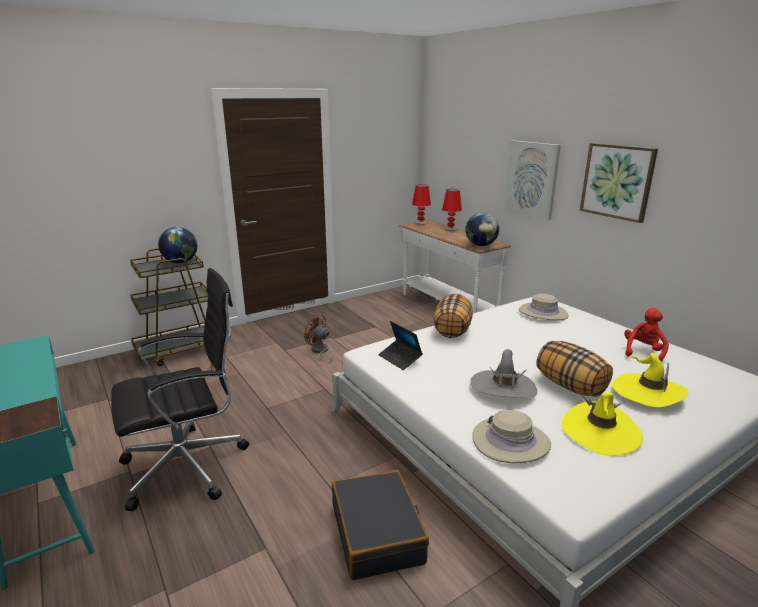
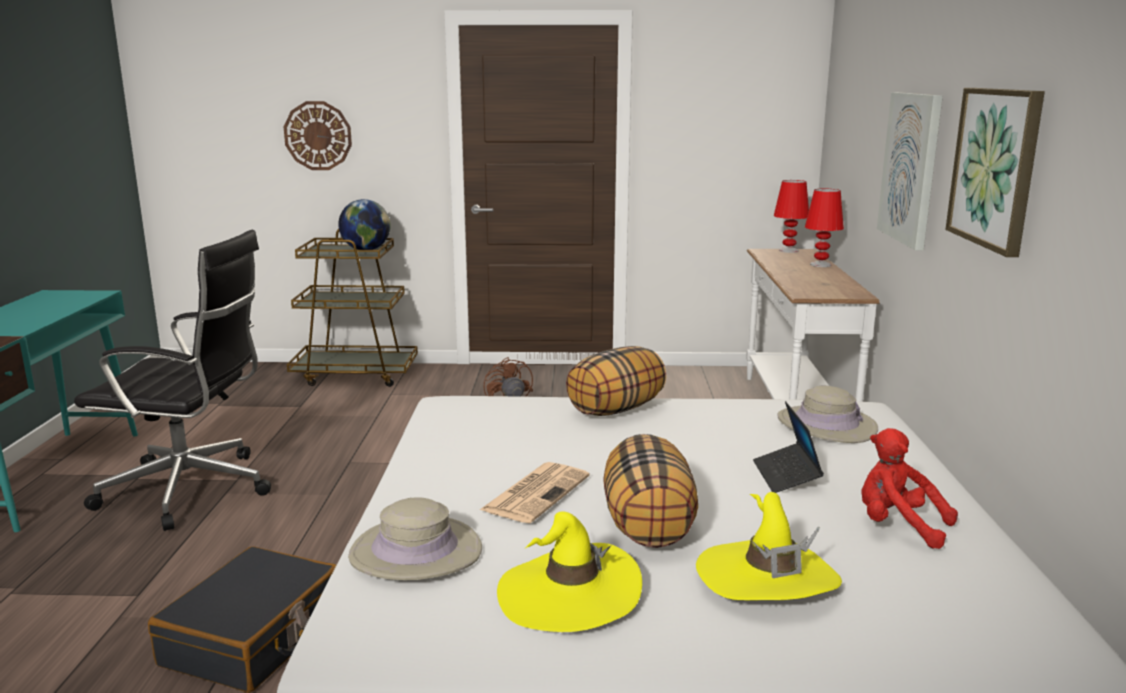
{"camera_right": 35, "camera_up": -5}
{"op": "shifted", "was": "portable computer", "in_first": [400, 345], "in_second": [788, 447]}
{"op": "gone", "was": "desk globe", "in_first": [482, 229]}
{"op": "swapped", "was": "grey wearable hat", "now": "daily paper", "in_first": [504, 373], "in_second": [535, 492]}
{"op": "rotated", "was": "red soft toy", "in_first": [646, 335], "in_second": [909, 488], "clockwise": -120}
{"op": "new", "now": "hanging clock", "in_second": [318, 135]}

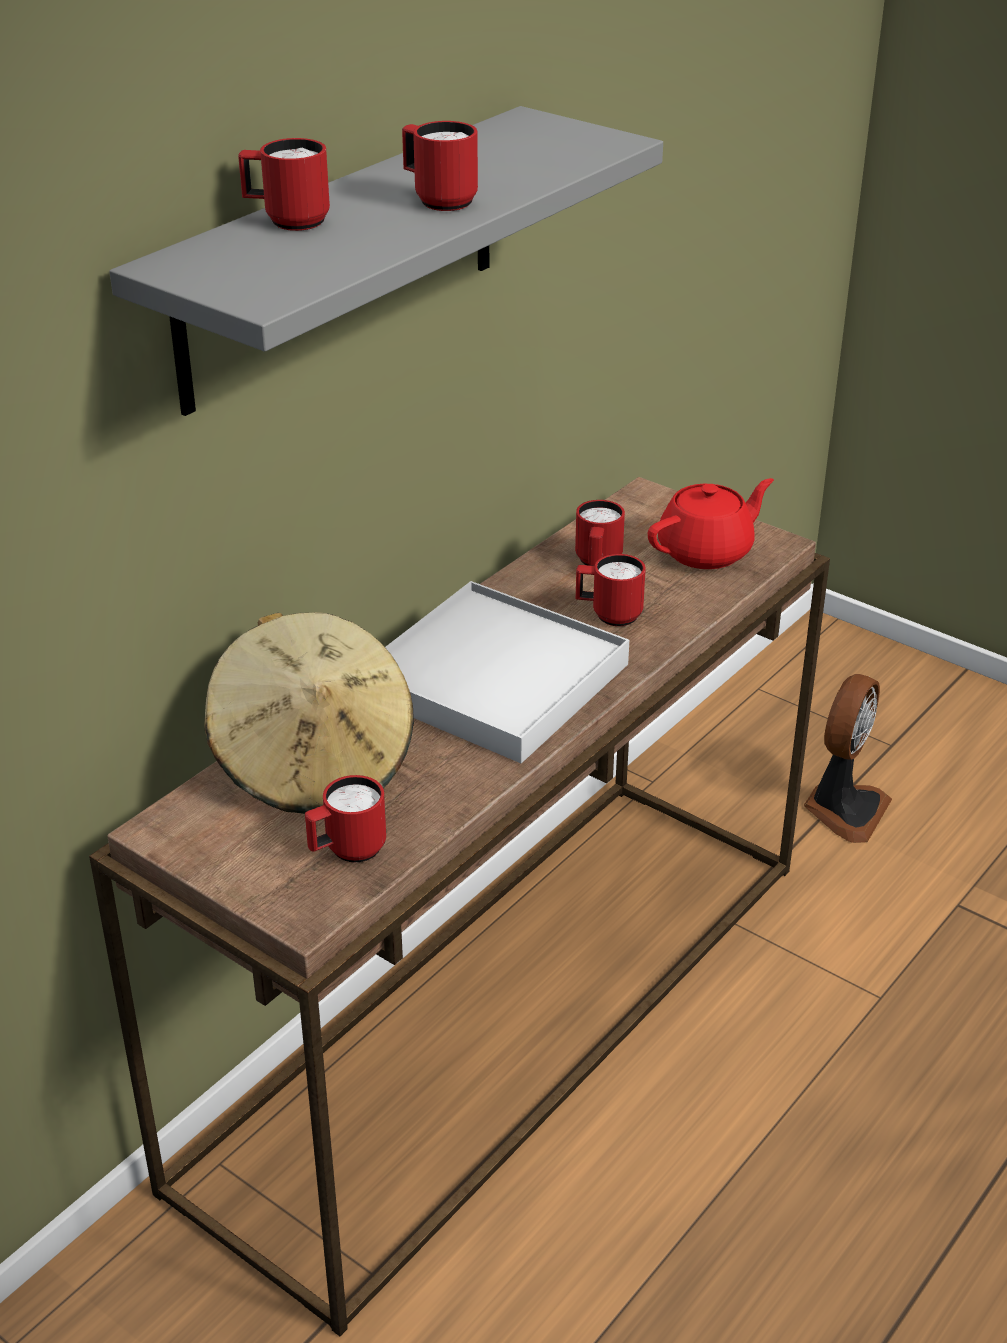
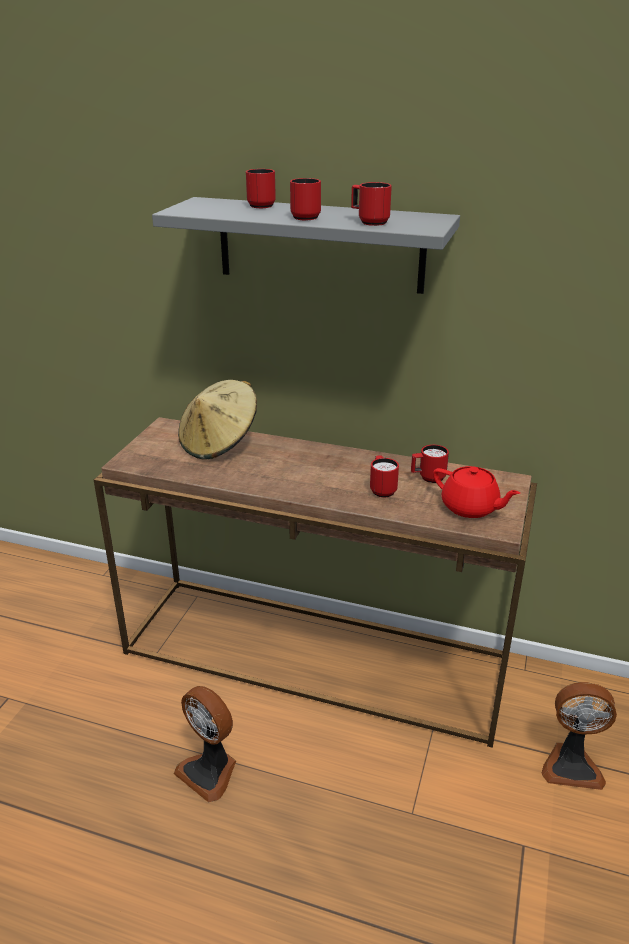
{"camera_right": 70, "camera_up": -5}
{"op": "shifted", "was": "red tea mug", "in_first": [345, 818], "in_second": [371, 204]}
{"op": "gone", "was": "white-coloured tray", "in_first": [507, 672]}
{"op": "new", "now": "electric fan", "in_second": [205, 744]}

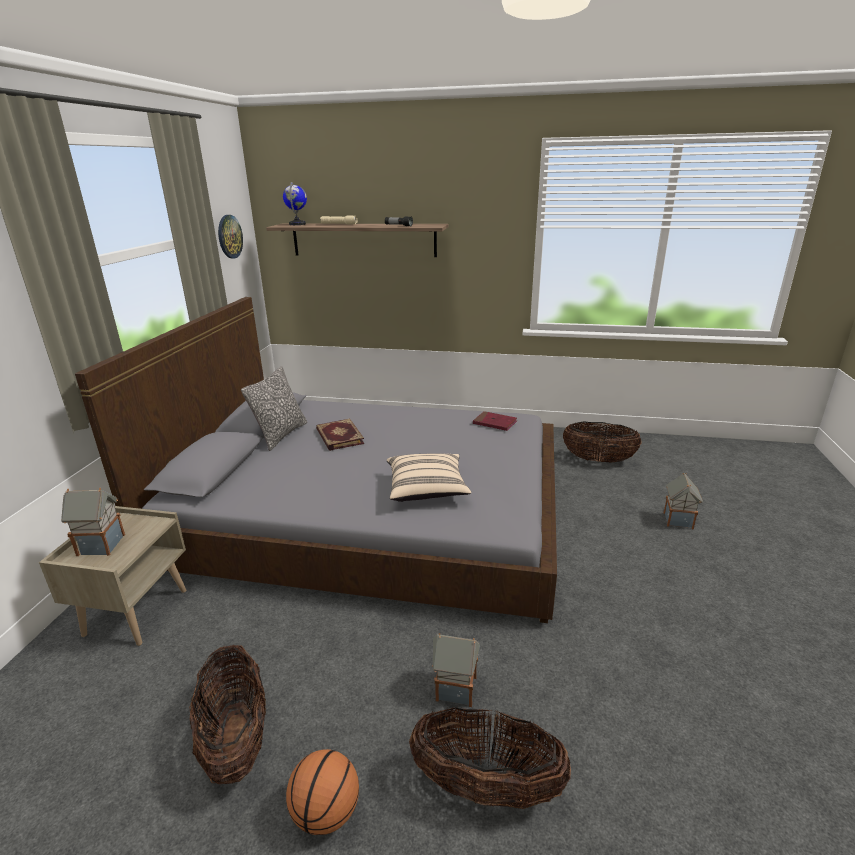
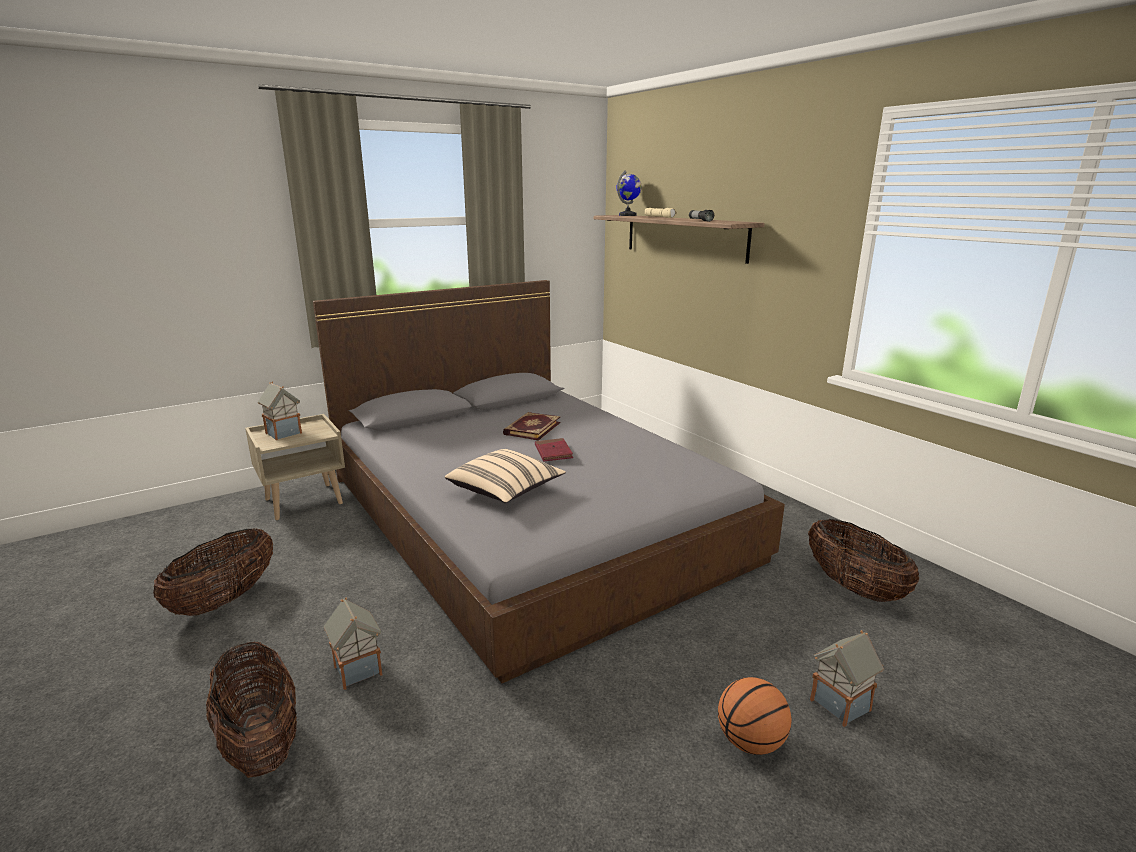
{"camera_right": 45, "camera_up": -5}
{"op": "gone", "was": "hanging clock", "in_first": [230, 236]}
{"op": "gone", "was": "cushion", "in_first": [274, 408]}
{"op": "shifted", "was": "basketball ball", "in_first": [322, 792], "in_second": [755, 716]}
{"op": "shifted", "was": "red volume", "in_first": [495, 421], "in_second": [554, 450]}

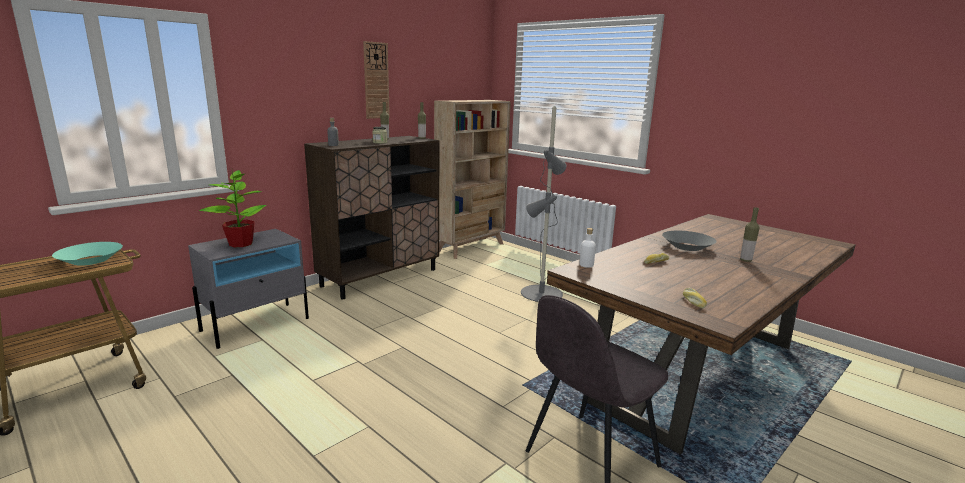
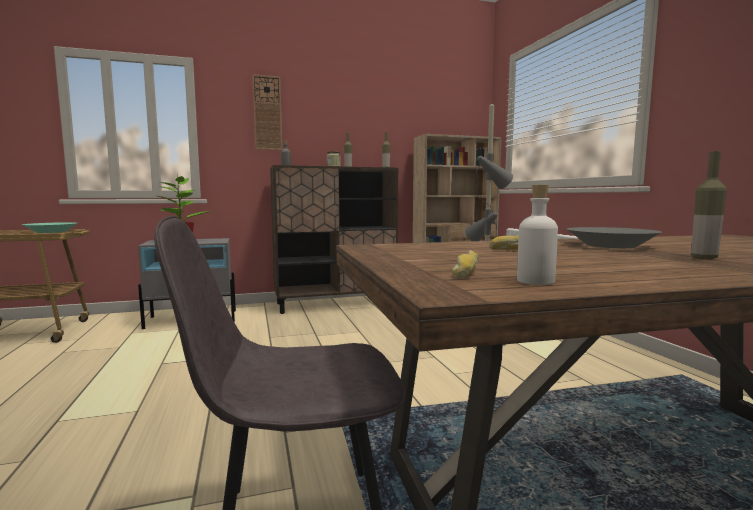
{"camera_right": 30, "camera_up": -10}
{"op": "shifted", "was": "hanging clock", "in_first": [376, 80], "in_second": [267, 112]}
{"op": "shifted", "was": "white-coloured drink bottle", "in_first": [587, 248], "in_second": [537, 234]}

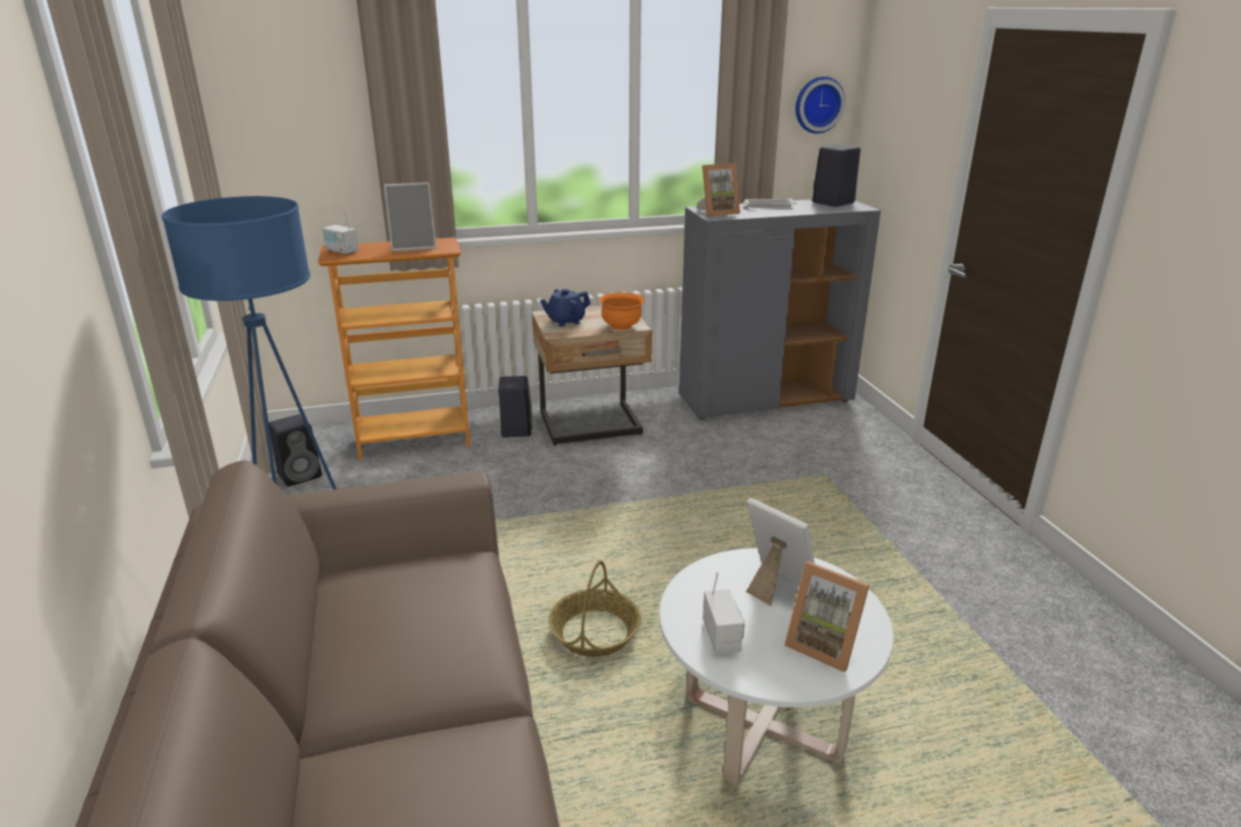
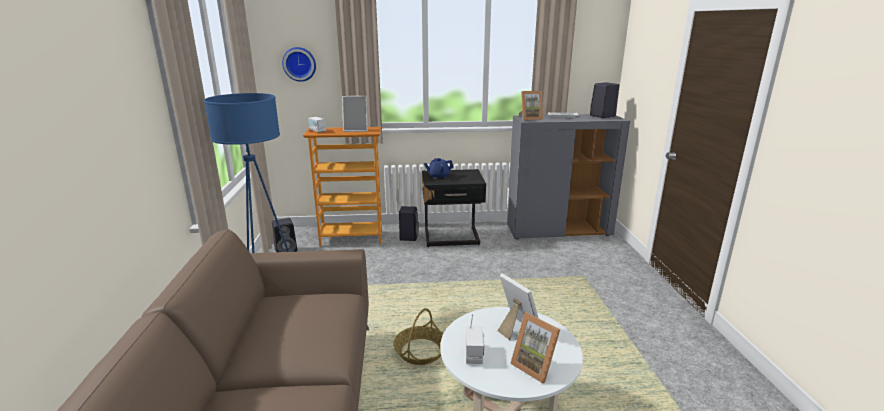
{"camera_right": 10, "camera_up": -5}
{"op": "repainted", "was": "sand-coloured nightstand", "now": "black-coloured nightstand", "in_first": [592, 376], "in_second": [454, 208]}
{"op": "gone", "was": "orange serving bowl", "in_first": [622, 311]}
{"op": "shifted", "was": "hanging clock", "in_first": [820, 105], "in_second": [299, 64]}

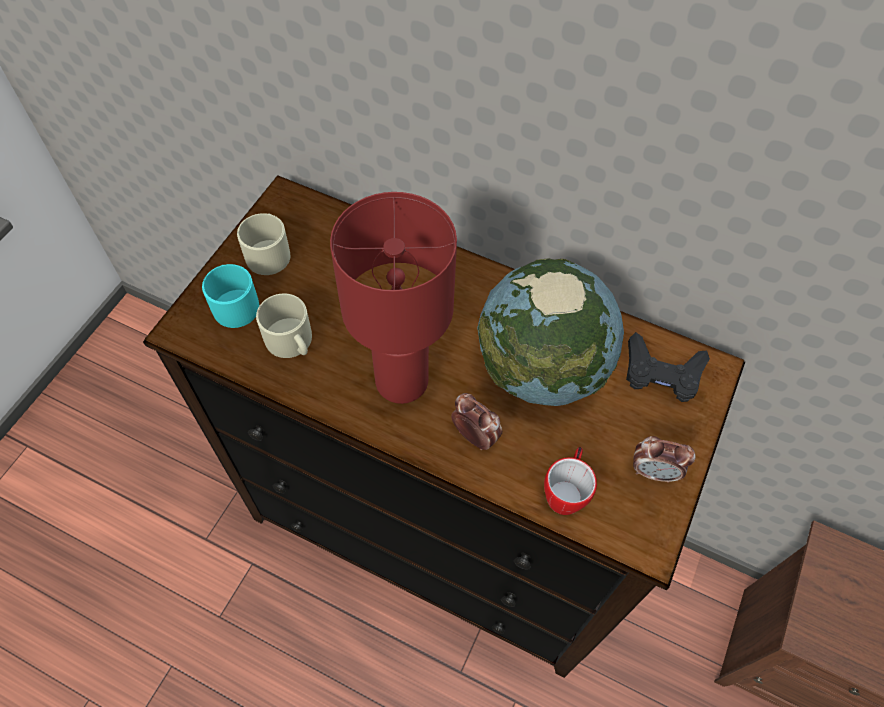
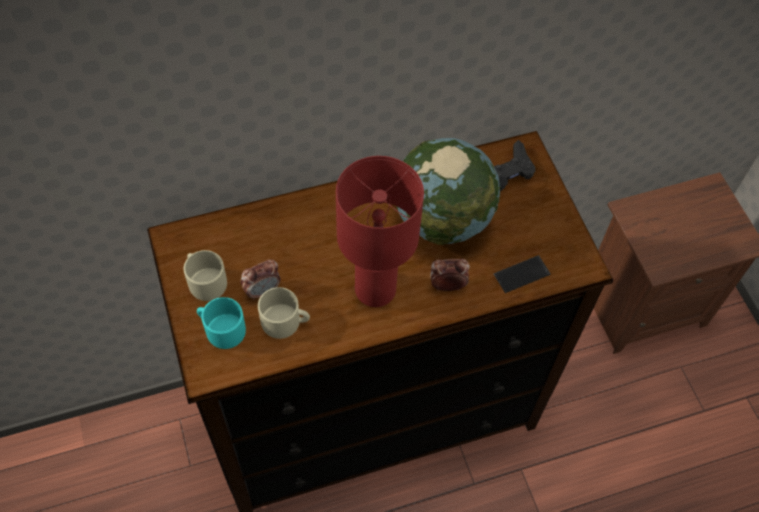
{"camera_right": -45, "camera_up": 0}
{"op": "swapped", "was": "tea mug", "now": "telephone", "in_first": [570, 481], "in_second": [522, 274]}
{"op": "shifted", "was": "alarm clock", "in_first": [664, 459], "in_second": [260, 279]}

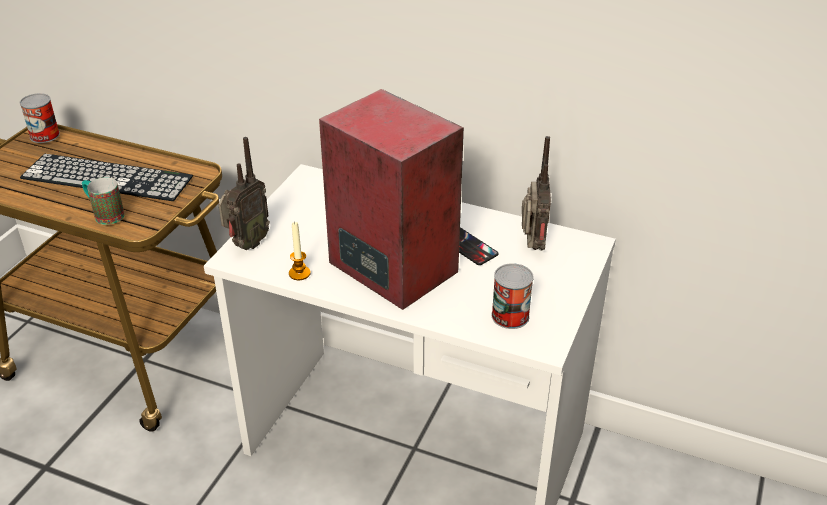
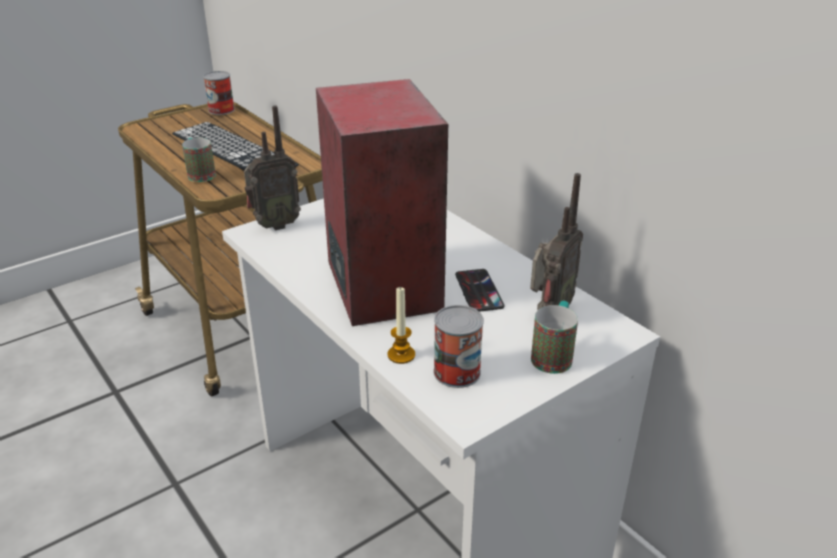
{"camera_right": 30, "camera_up": -5}
{"op": "shifted", "was": "wax light", "in_first": [300, 250], "in_second": [401, 325]}
{"op": "new", "now": "tea mug", "in_second": [554, 337]}

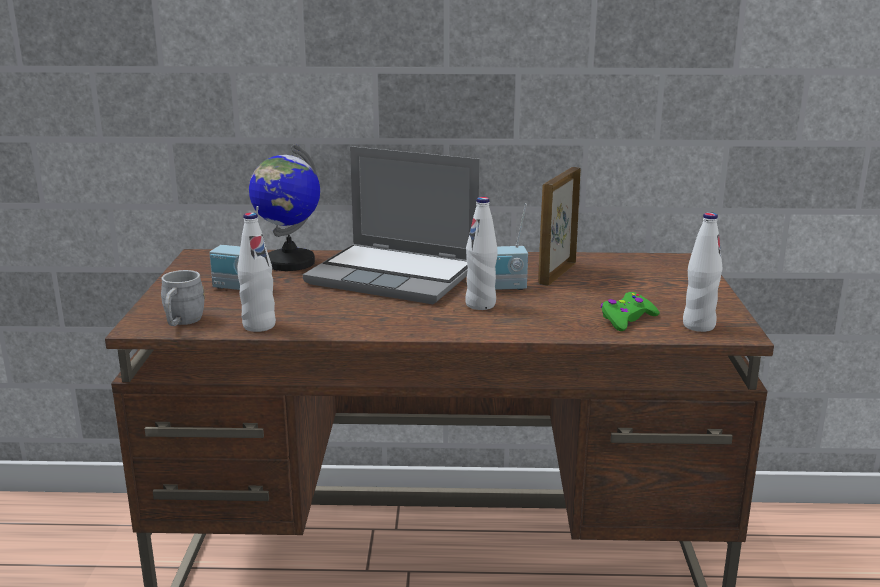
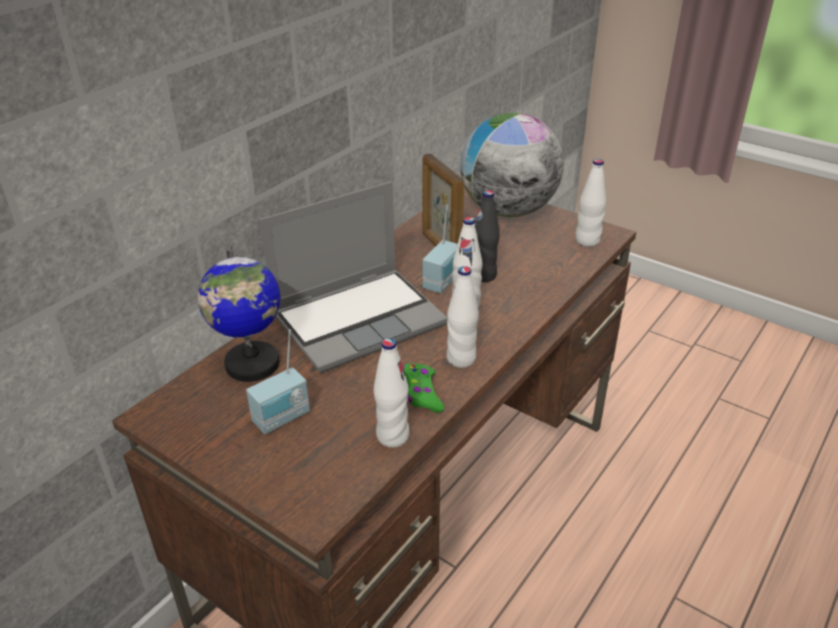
{"camera_right": -55, "camera_up": 15}
{"op": "gone", "was": "grey tea mug", "in_first": [183, 298]}
{"op": "shifted", "was": "green-coloured joypad", "in_first": [630, 311], "in_second": [423, 388]}
{"op": "new", "now": "white-coloured drink bottle", "in_second": [463, 317]}
{"op": "new", "now": "desk globe", "in_second": [512, 165]}
{"op": "new", "now": "black-coloured drink bottle", "in_second": [487, 236]}

